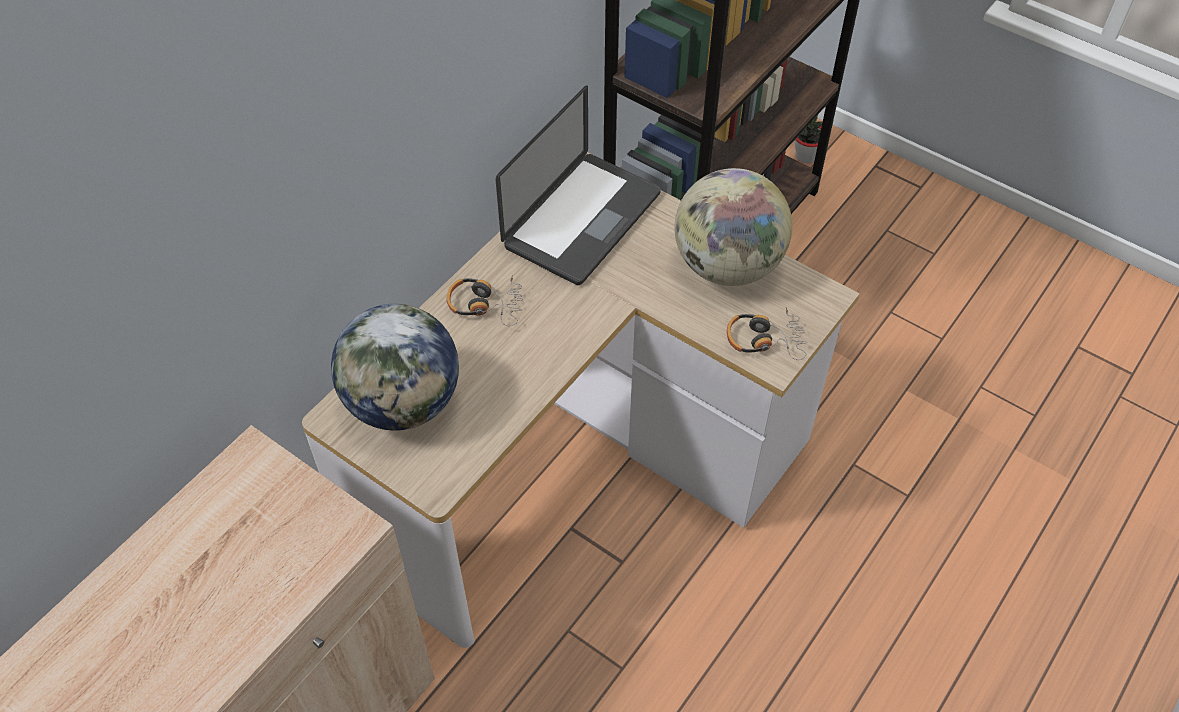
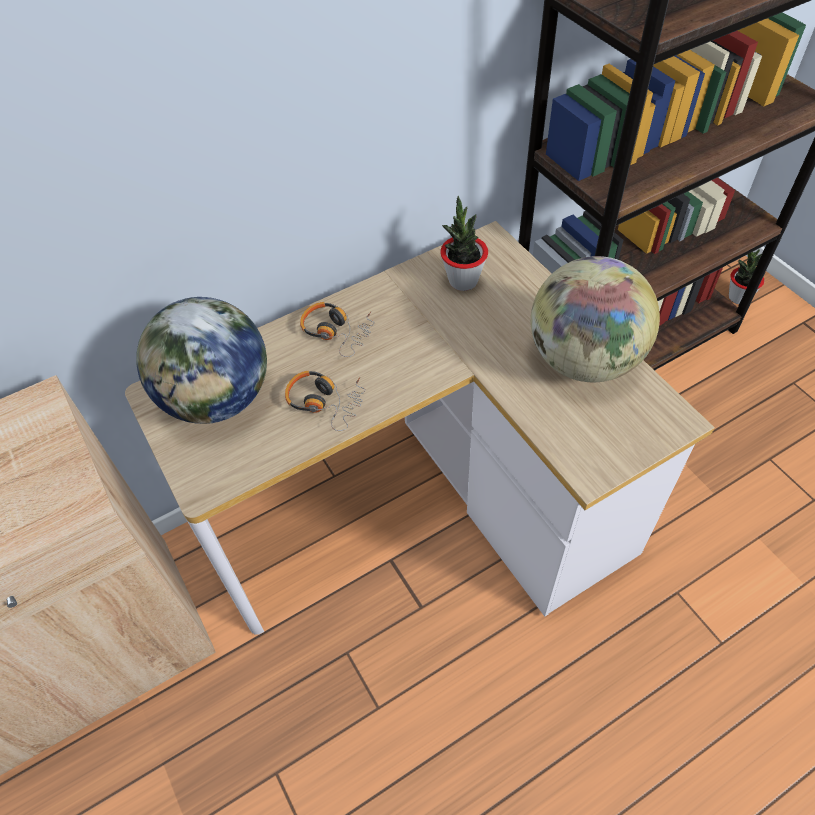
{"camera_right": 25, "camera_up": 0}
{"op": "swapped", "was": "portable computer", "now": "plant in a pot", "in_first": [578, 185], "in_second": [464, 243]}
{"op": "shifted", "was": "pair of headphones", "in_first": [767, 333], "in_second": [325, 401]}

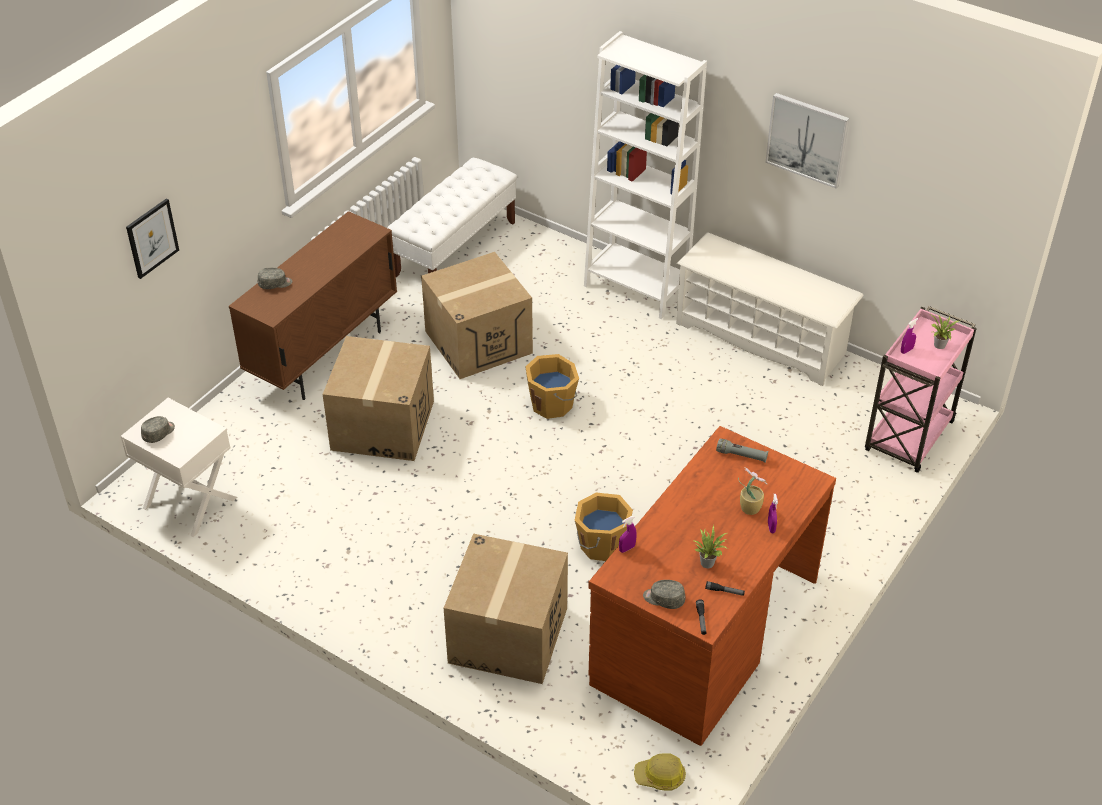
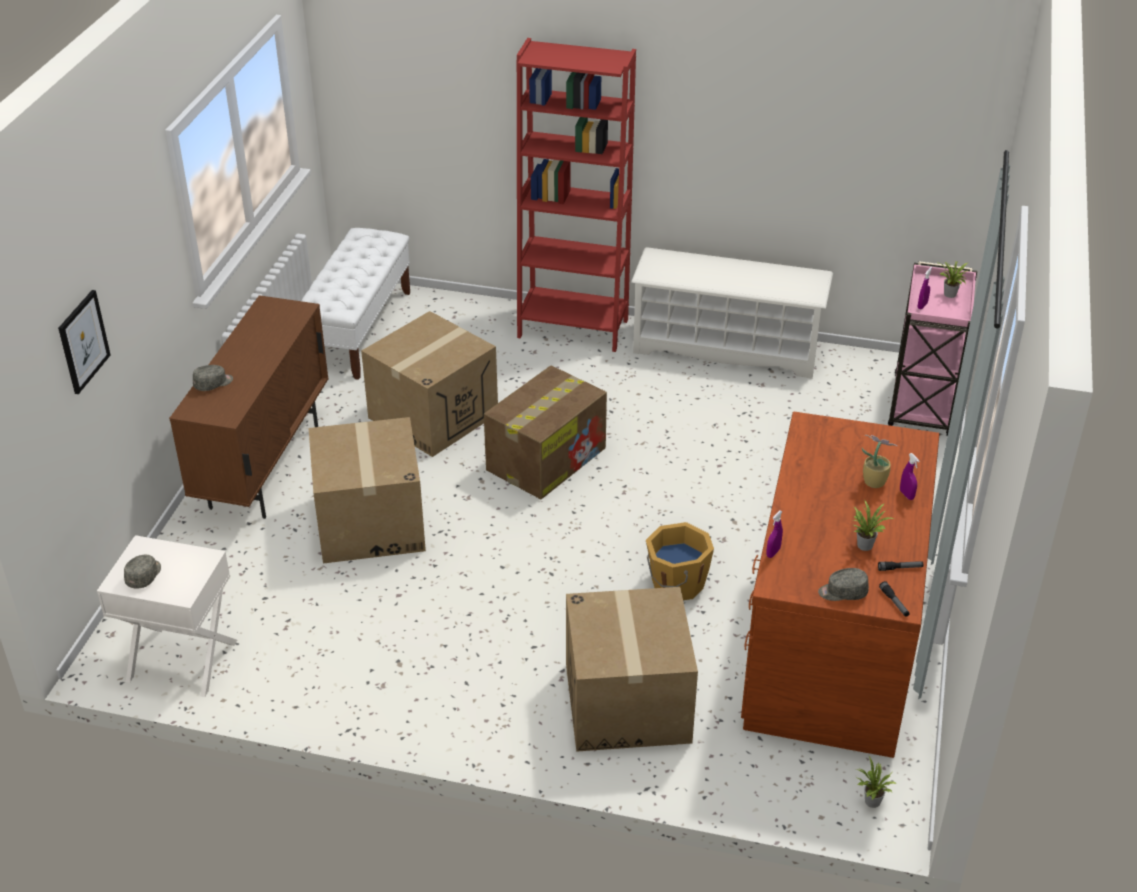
{"camera_right": -20, "camera_up": -5}
{"op": "swapped", "was": "orange bucket", "now": "cardboard box", "in_first": [552, 386], "in_second": [545, 432]}
{"op": "repainted", "was": "white-coloured shelving unit", "now": "red shelving unit", "in_first": [645, 175], "in_second": [576, 195]}
{"op": "swapped", "was": "hard hat", "now": "plant in a pot", "in_first": [660, 772], "in_second": [876, 782]}
{"op": "gone", "was": "grey torch", "in_first": [742, 450]}
{"op": "gone", "was": "picture", "in_first": [807, 140]}

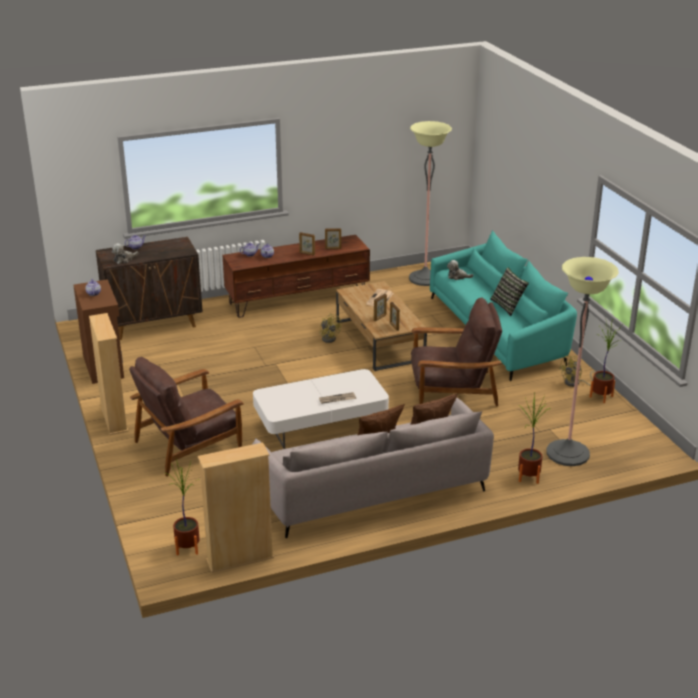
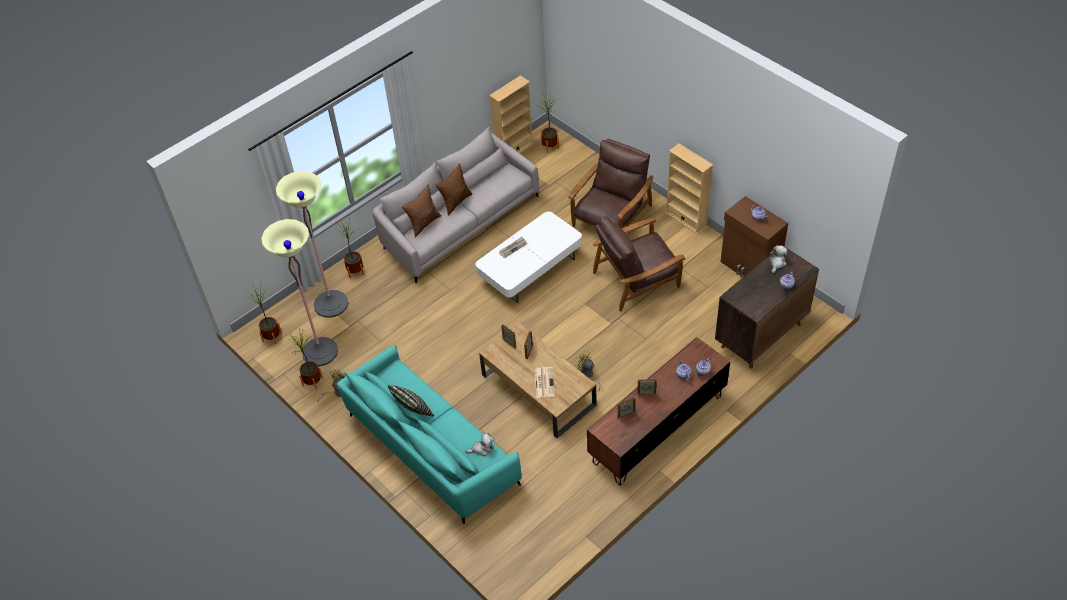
{"camera_right": 160, "camera_up": 20}
{"op": "shifted", "was": "standard lamp", "in_first": [430, 203], "in_second": [299, 292]}
{"op": "shifted", "was": "brownish armchair", "in_first": [456, 352], "in_second": [639, 263]}
{"op": "new", "now": "plant in a pot", "in_second": [263, 313]}

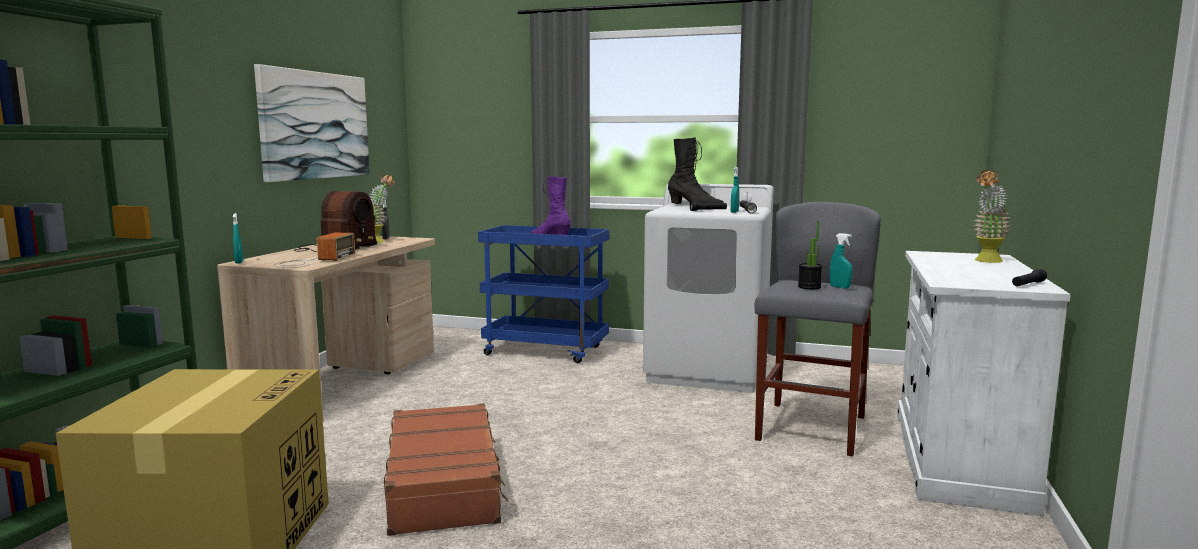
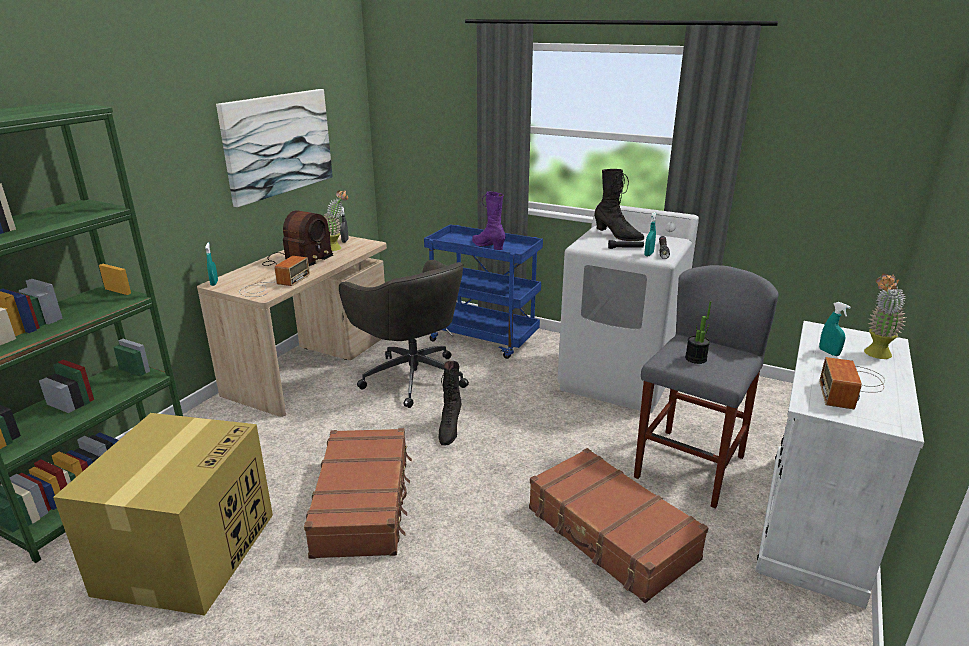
{"camera_right": 10, "camera_up": 15}
{"op": "shifted", "was": "blue-green hand sprayer", "in_first": [841, 260], "in_second": [835, 329]}
{"op": "gone", "was": "black-coloured torch", "in_first": [1029, 277]}
{"op": "new", "now": "grey desk chair", "in_second": [404, 334]}
{"op": "new", "now": "black-coloured high-top boot", "in_second": [449, 403]}
{"op": "new", "now": "brownish travel case", "in_second": [618, 525]}
{"op": "new", "now": "radio receiver", "in_second": [852, 383]}

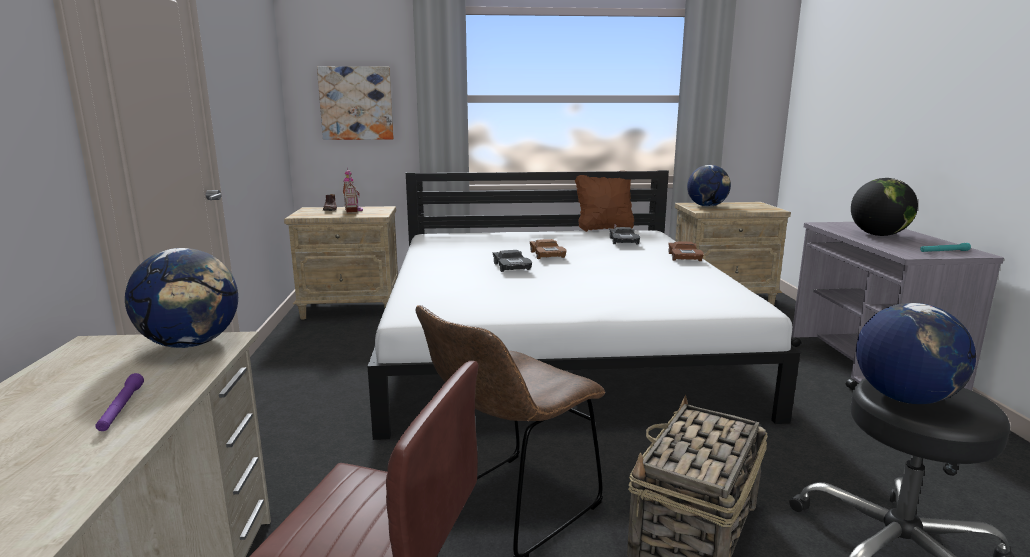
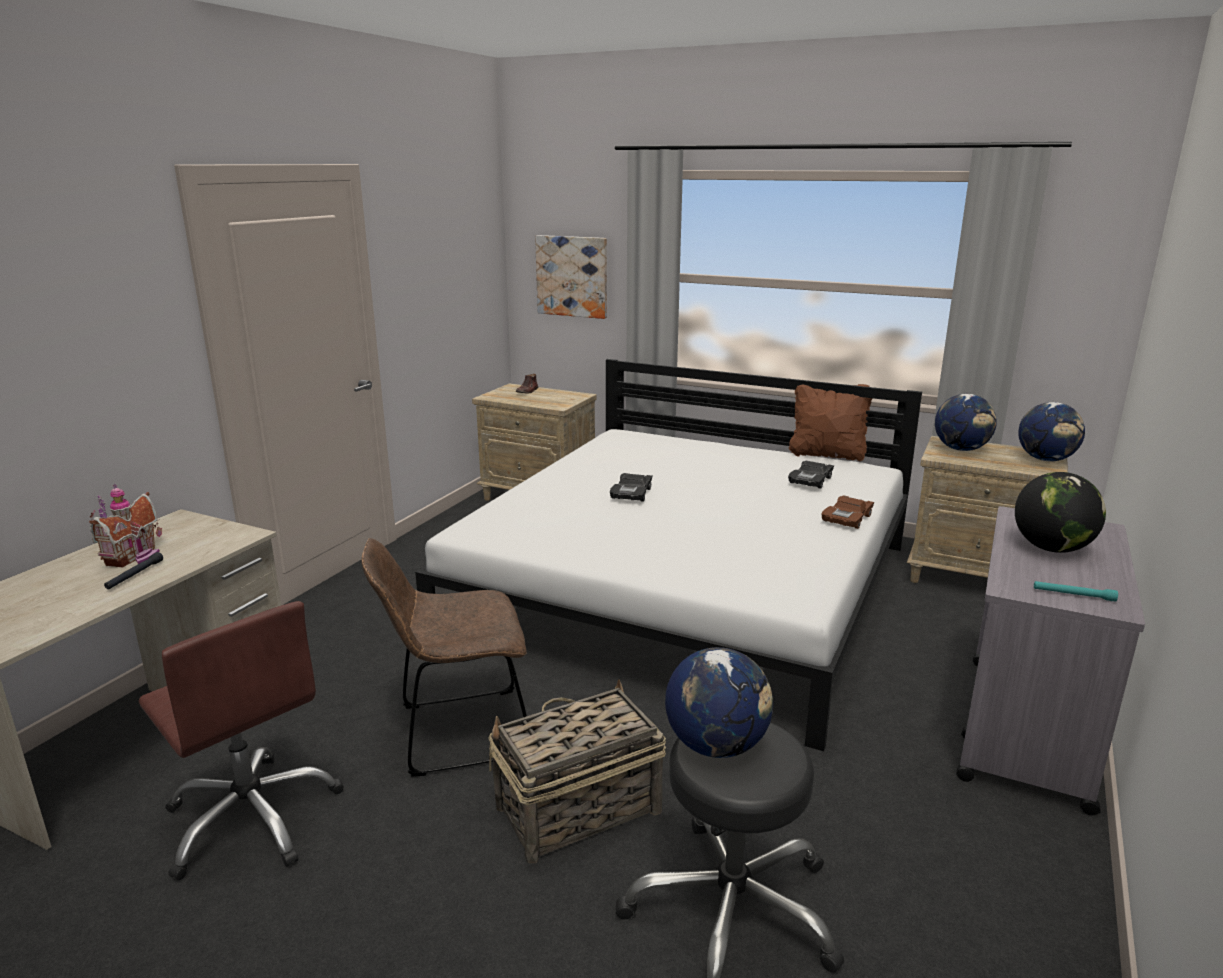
{"camera_right": 30, "camera_up": 5}
{"op": "repainted", "was": "purple torch", "now": "black-coloured torch", "in_first": [119, 402], "in_second": [133, 570]}
{"op": "shifted", "was": "desk globe", "in_first": [181, 298], "in_second": [1051, 431]}
{"op": "shifted", "was": "miniature house", "in_first": [352, 190], "in_second": [125, 525]}
{"op": "gone", "was": "brownish model car", "in_first": [548, 249]}

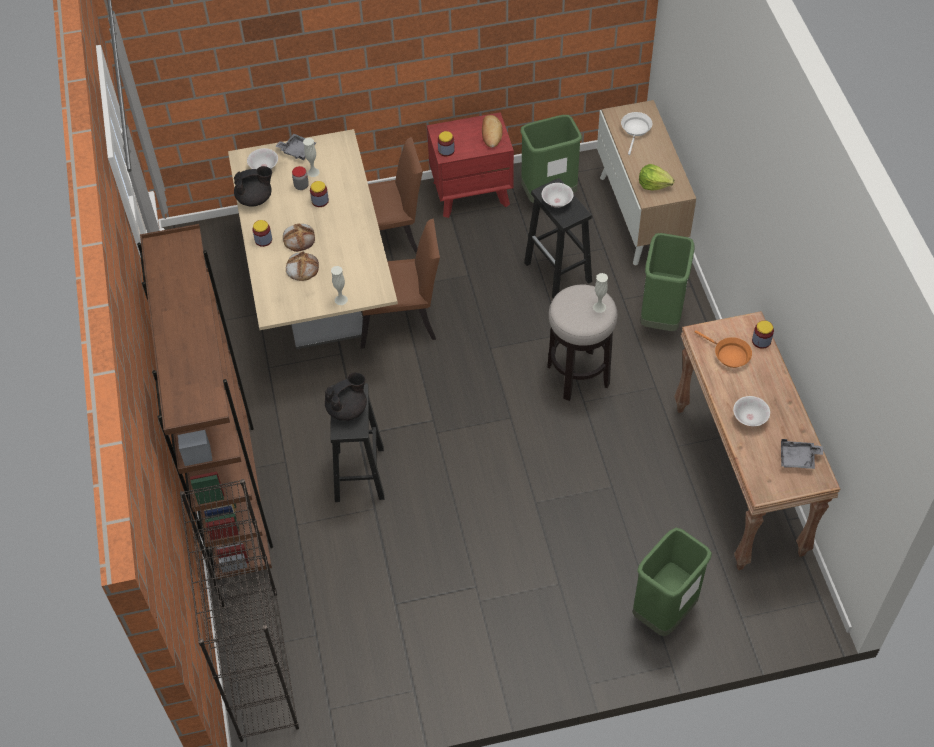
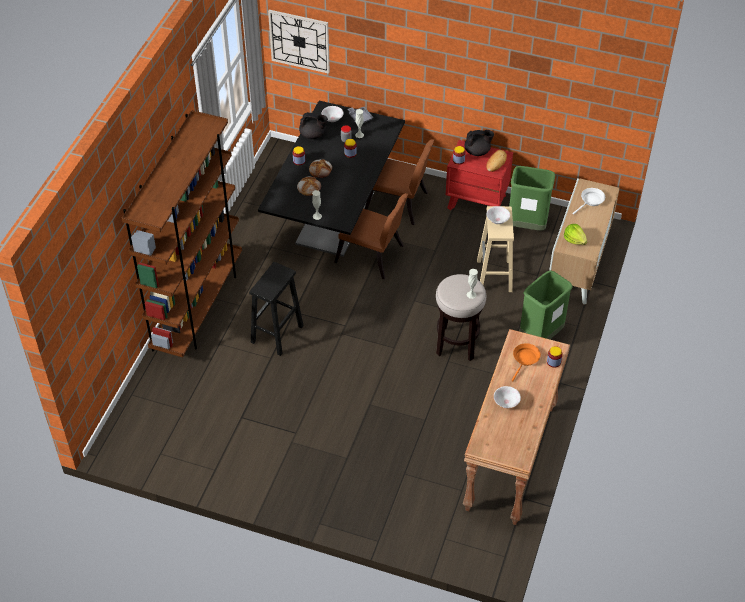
{"camera_right": 30, "camera_up": -5}
{"op": "gone", "was": "black-coloured shelving unit", "in_first": [239, 610]}
{"op": "repainted", "was": "sand-coloured kitchen table", "now": "black-coloured kitchen table", "in_first": [313, 239], "in_second": [331, 179]}
{"op": "shifted", "was": "black-coloured tea pot", "in_first": [346, 396], "in_second": [479, 143]}
{"op": "repainted", "was": "black-coloured sitting stool", "now": "sand-coloured sitting stool", "in_first": [558, 238], "in_second": [495, 249]}
{"op": "gone", "was": "green-coloured waste bin", "in_first": [672, 582]}
{"op": "rotated", "was": "orange skillet", "in_first": [723, 349], "in_second": [526, 362], "clockwise": -135}
{"op": "gone", "was": "grey tray", "in_first": [802, 454]}
{"op": "new", "now": "hanging clock", "in_second": [299, 42]}

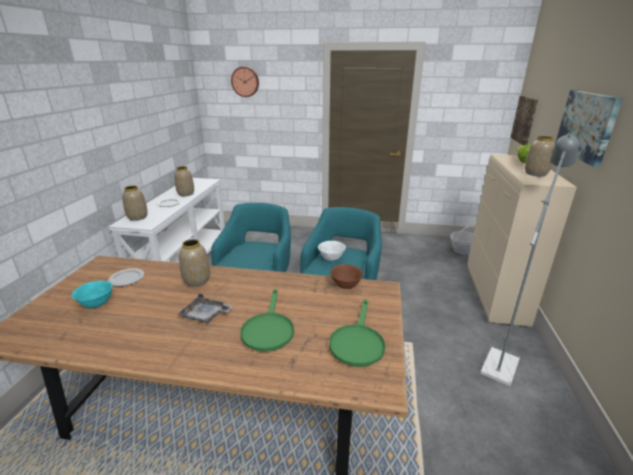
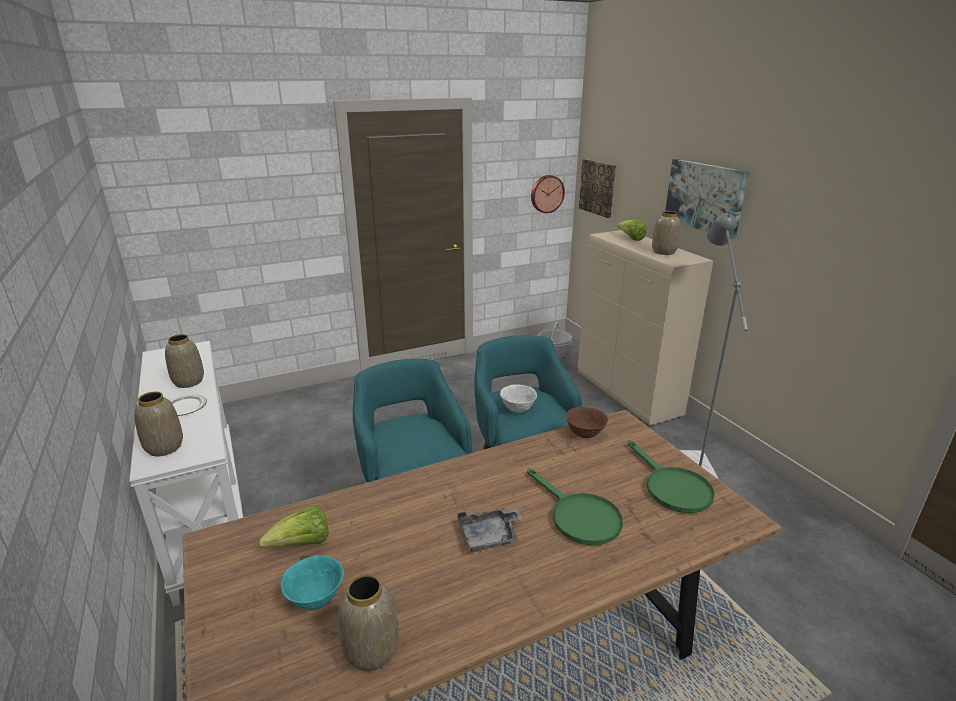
{"camera_right": -35, "camera_up": 0}
{"op": "swapped", "was": "flat dish", "now": "lettuce head", "in_first": [126, 277], "in_second": [293, 527]}
{"op": "shifted", "was": "decorative vase", "in_first": [194, 263], "in_second": [368, 622]}
{"op": "shifted", "was": "hanging clock", "in_first": [245, 82], "in_second": [548, 194]}

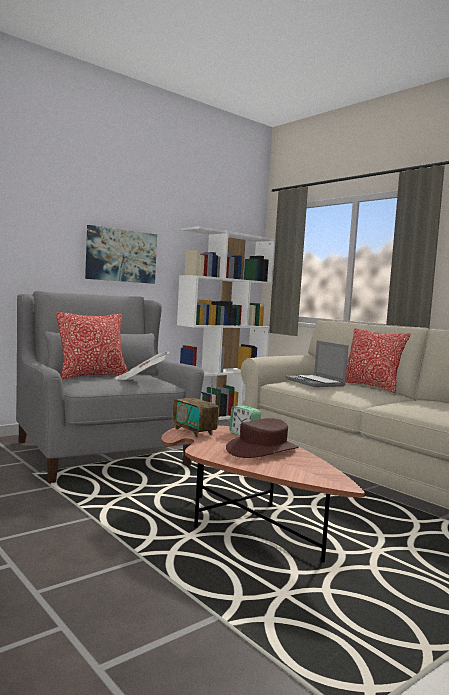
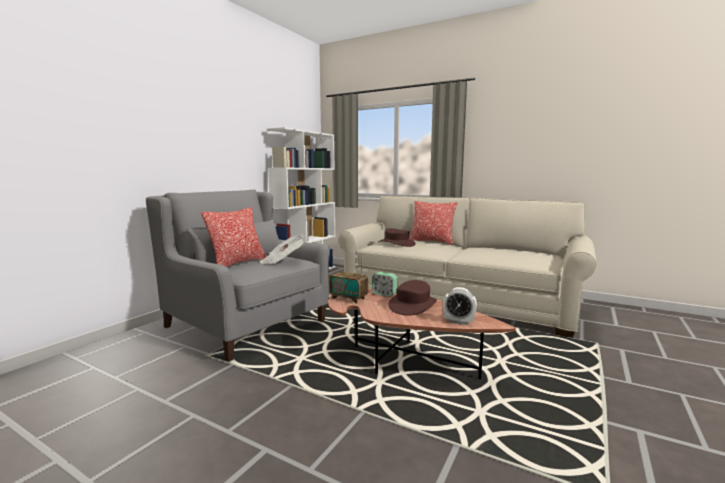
{"camera_right": -20, "camera_up": 5}
{"op": "gone", "was": "picture", "in_first": [121, 254]}
{"op": "swapped", "was": "portable computer", "now": "brownish wearable hat", "in_first": [316, 364], "in_second": [397, 237]}
{"op": "new", "now": "alarm clock", "in_second": [460, 306]}

